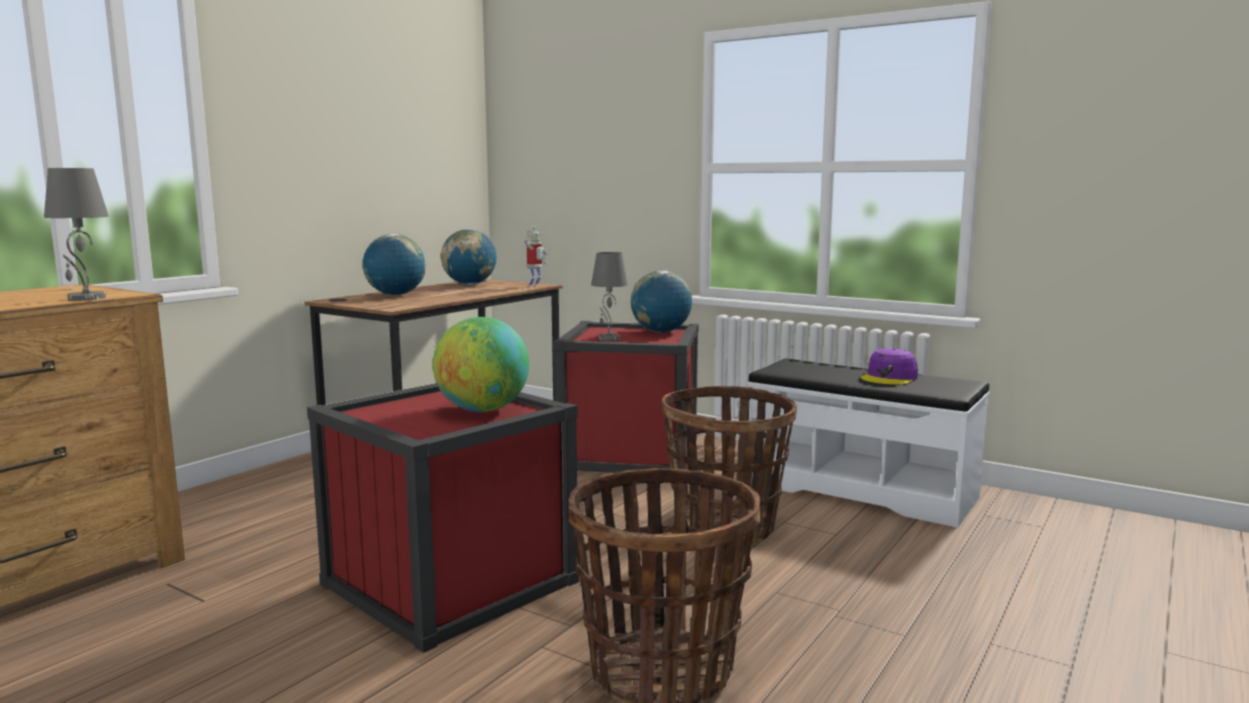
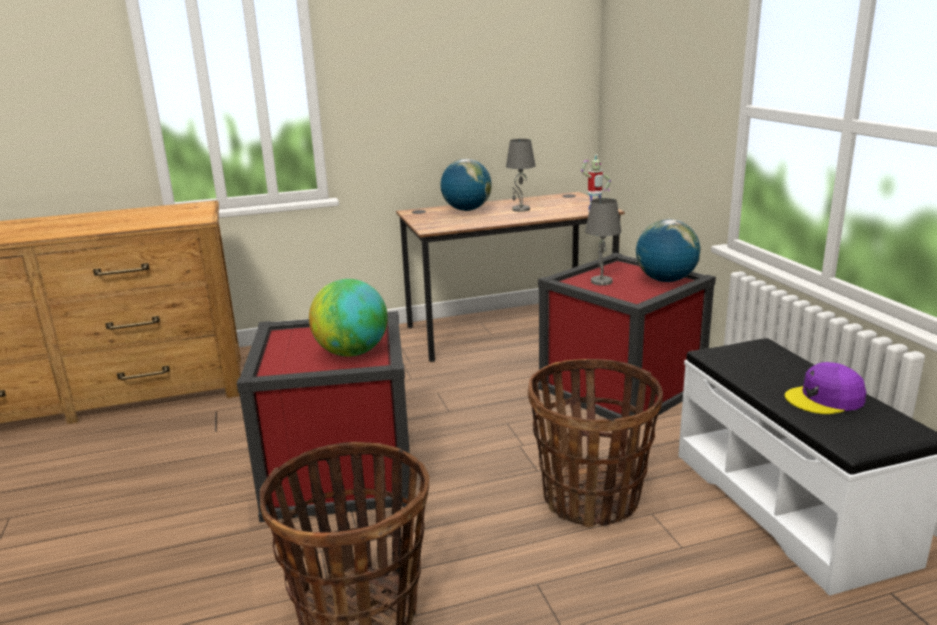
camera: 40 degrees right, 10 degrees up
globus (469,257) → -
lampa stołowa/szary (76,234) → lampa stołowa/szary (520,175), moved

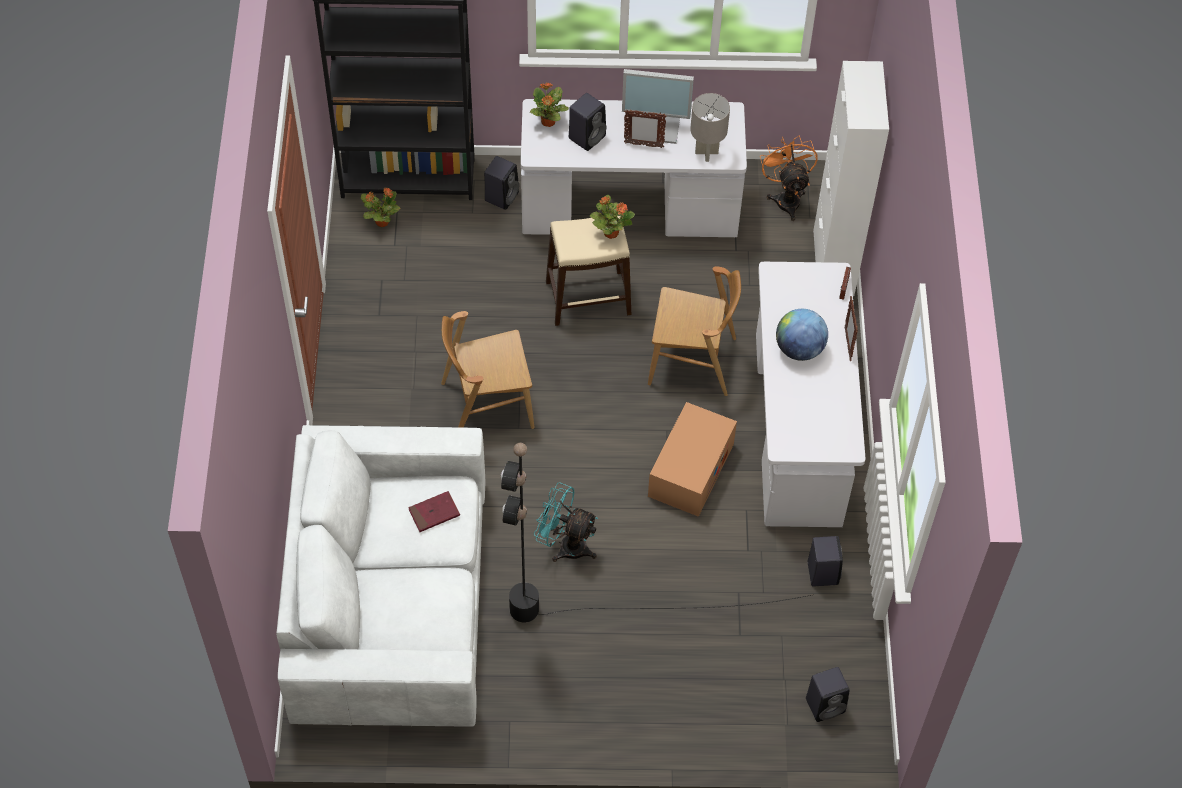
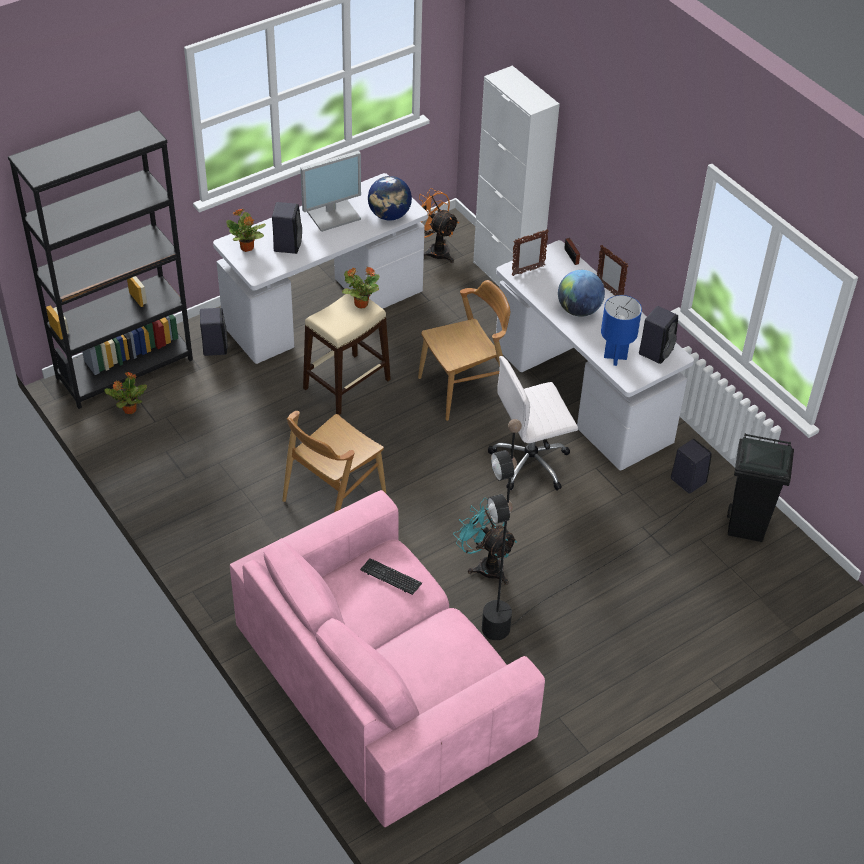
camera: 35 degrees left, 10 degrees down
- → lampa stołowa/niebieski (621,330)
- → kosz na śmieci/czarny (760,487)
ramka na zdjęcie (645,129) → ramka na zdjęcie (530,252), moved
głośnik/czarny (828,694) → głośnik/czarny (658,335), moved
książka/czerwony (434,511) → klawiatura (391,576)
karton (692,459) → krzesło biurowe/biały (533,423)
lampa stołowa/szary (710,127) → globus (390,198)
kanapa/biały (380,576) → kanapa/różowy (387,658)
wentylator/turkusowy (566,522) → wentylator/turkusowy (485,541), 60 degrees clockwise

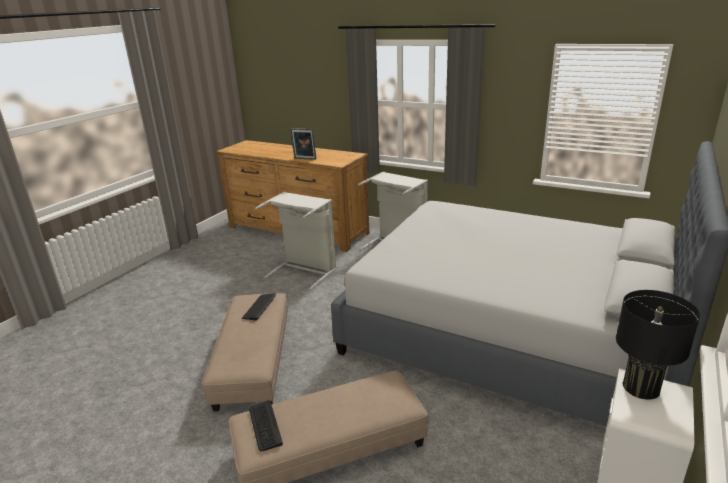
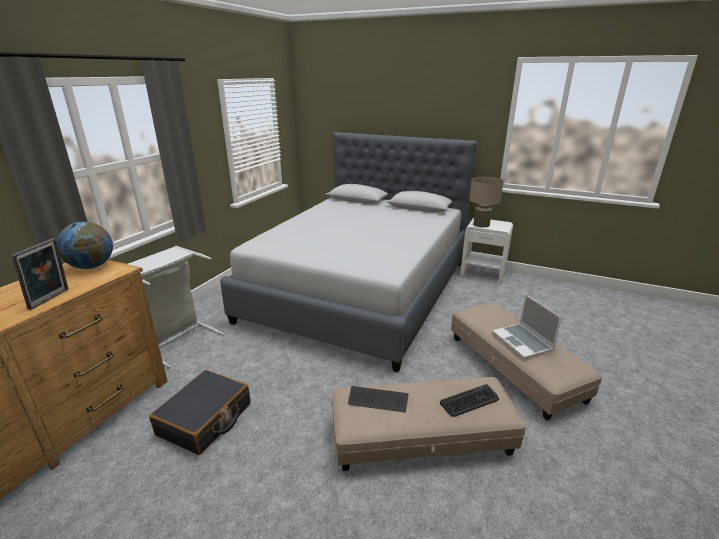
camera: 95 degrees left, 0 degrees up
- → globus (85,245)
- → laptop (527,326)
klawiatura (266,425) → klawiatura (469,400), moved
kosz na pranie/szary (295,241) → walizka/czarny (200,412)
lampa stołowa/czarny (658,345) → lampa stołowa/beżowy (486,202)

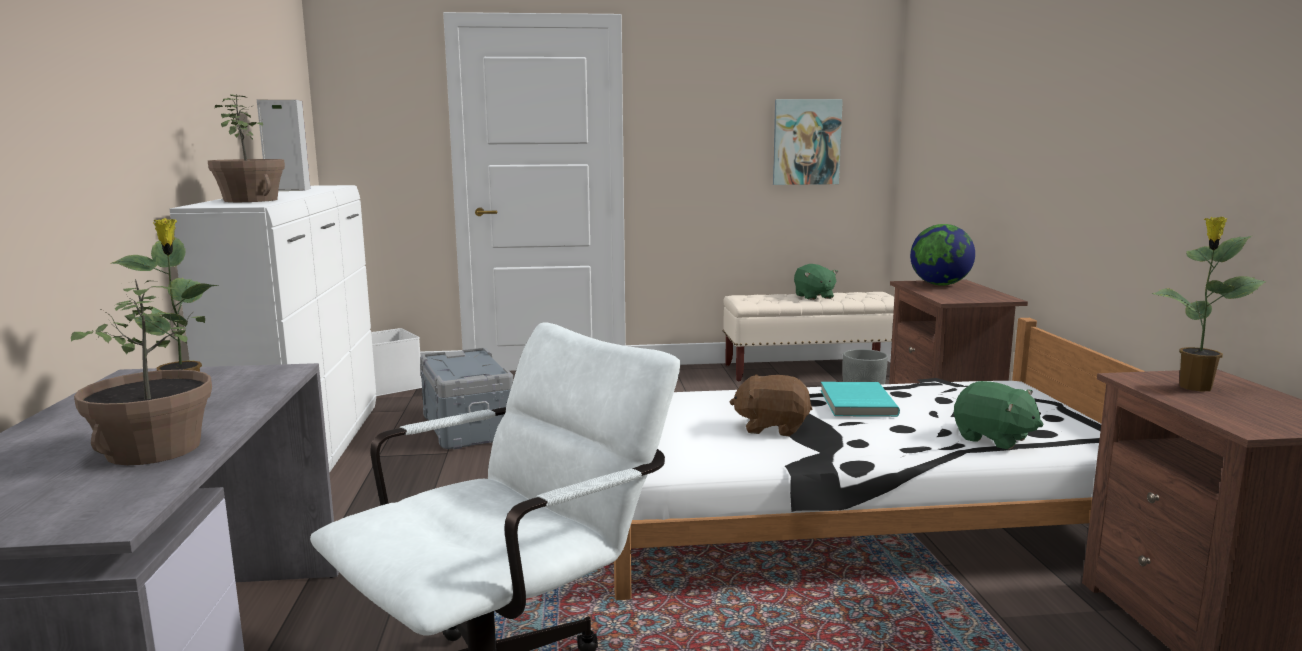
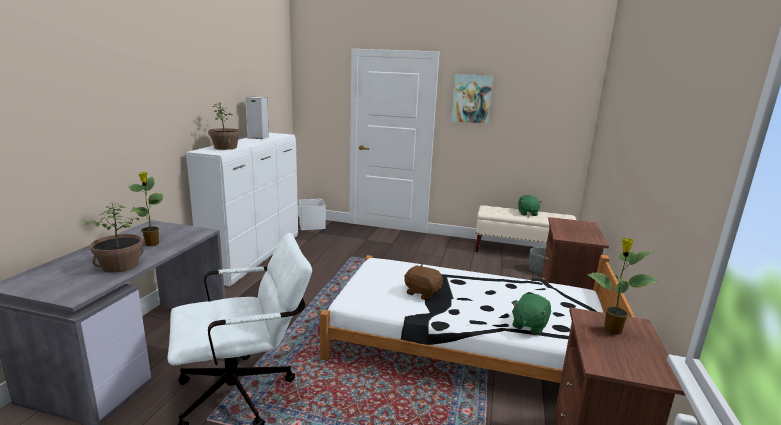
camera: 20 degrees right, 5 degrees up
pojemnik do przechowywania/szary (466,398) → -
książka/turkusowy (860,399) → -
globus (942,255) → -
obraz (808,142) → obraz (472,99), moved
pluszak/zielony (999,415) → pluszak/zielony (531,314), 60 degrees clockwise

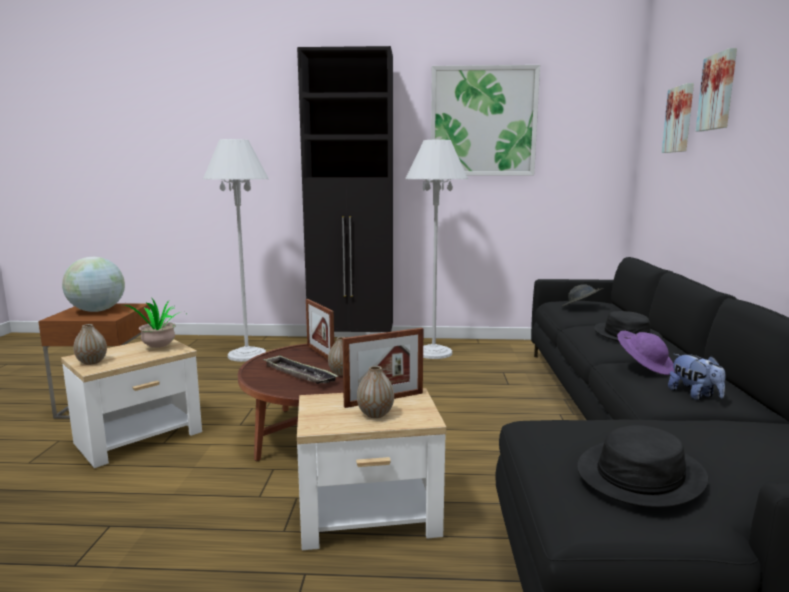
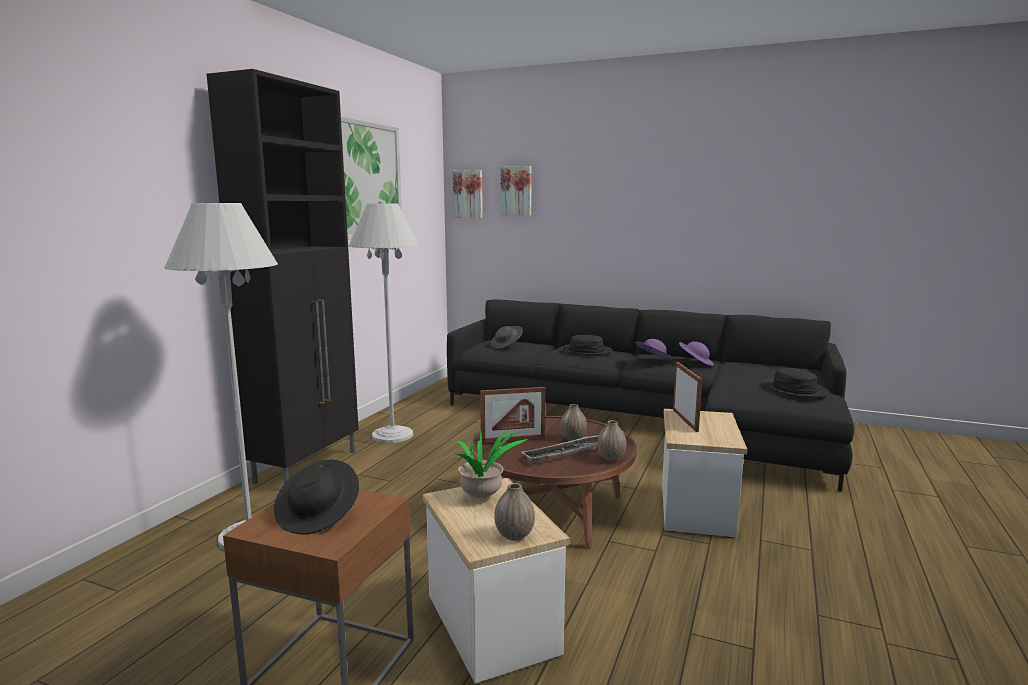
camera: 70 degrees left, 0 degrees up
wazon (375,392) → wazon (611,440), moved
obraz (716,89) → obraz (468,194), moved
globus (93,284) → kapelusz/czarny (316,497)
pluszak (696,377) → kapelusz/fioletowy (696,353)

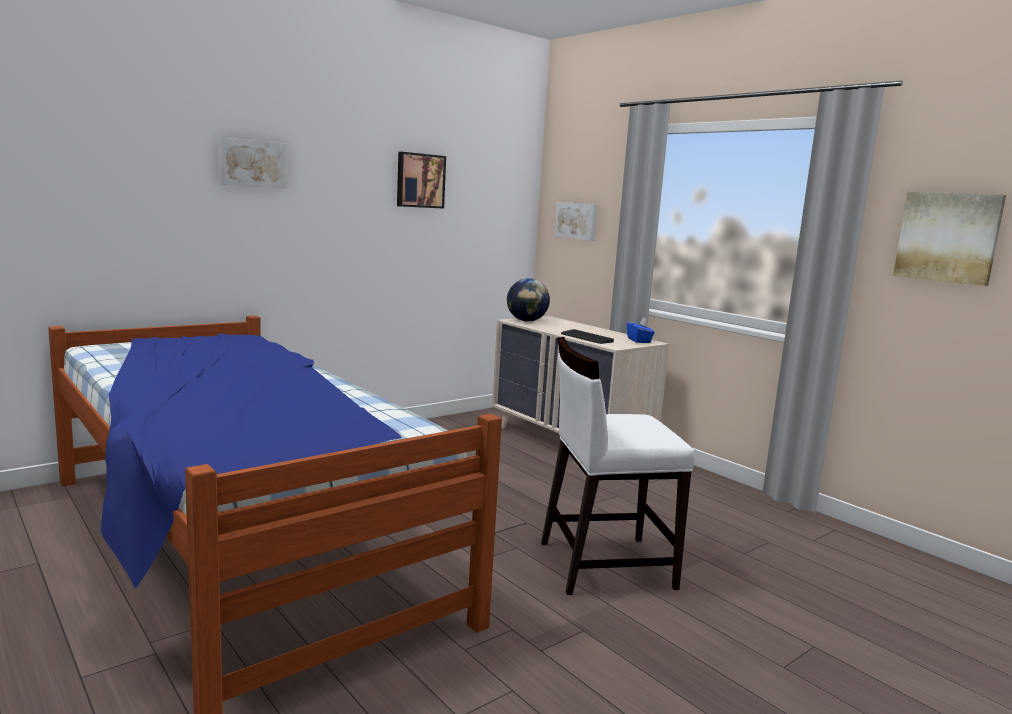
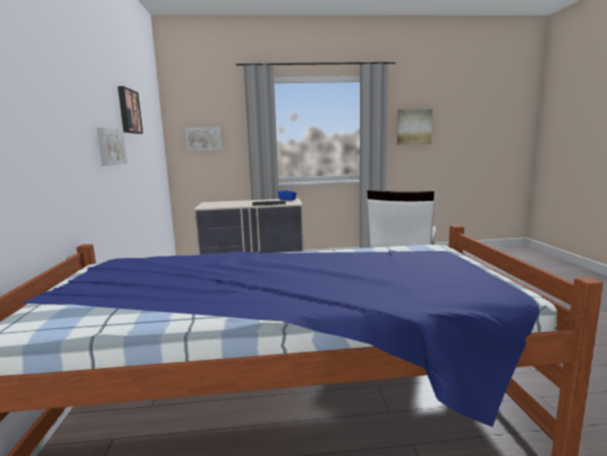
camera: 55 degrees left, 0 degrees up
globus (528,300) → -
obraz (252,163) → obraz (112,147), moved

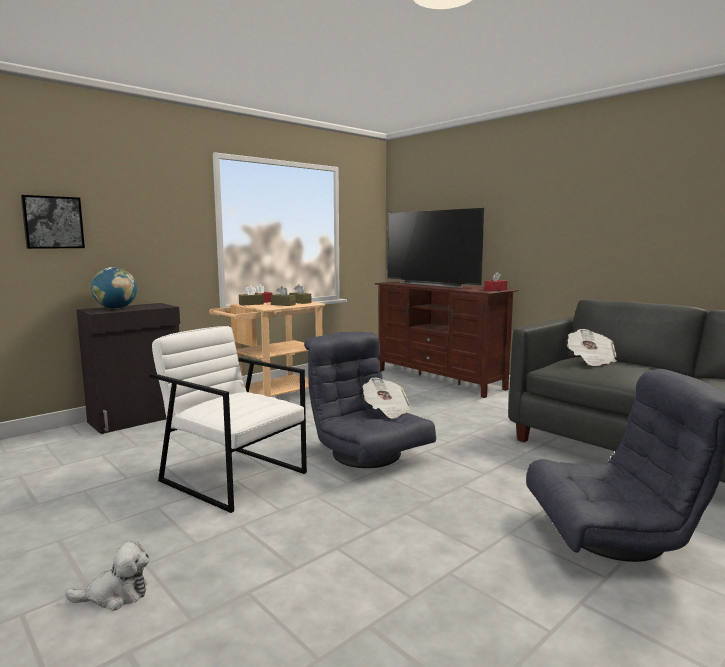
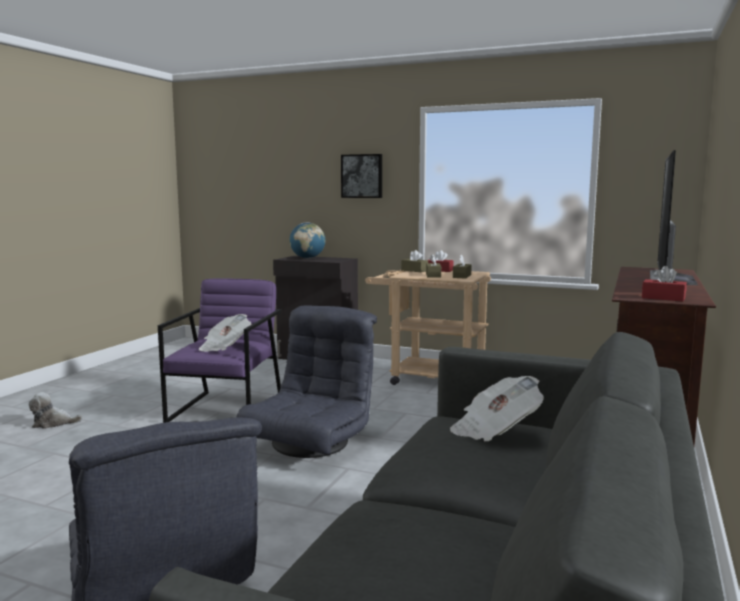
camera: 65 degrees right, 0 degrees up
obraz (53,222) → obraz (361,176), moved
gazeta (386,398) → gazeta (225,333), moved
fotel/biały (228,419) → fotel/fioletowy (219,350)
pluszak (107,576) → pluszak (55,410), 120 degrees clockwise

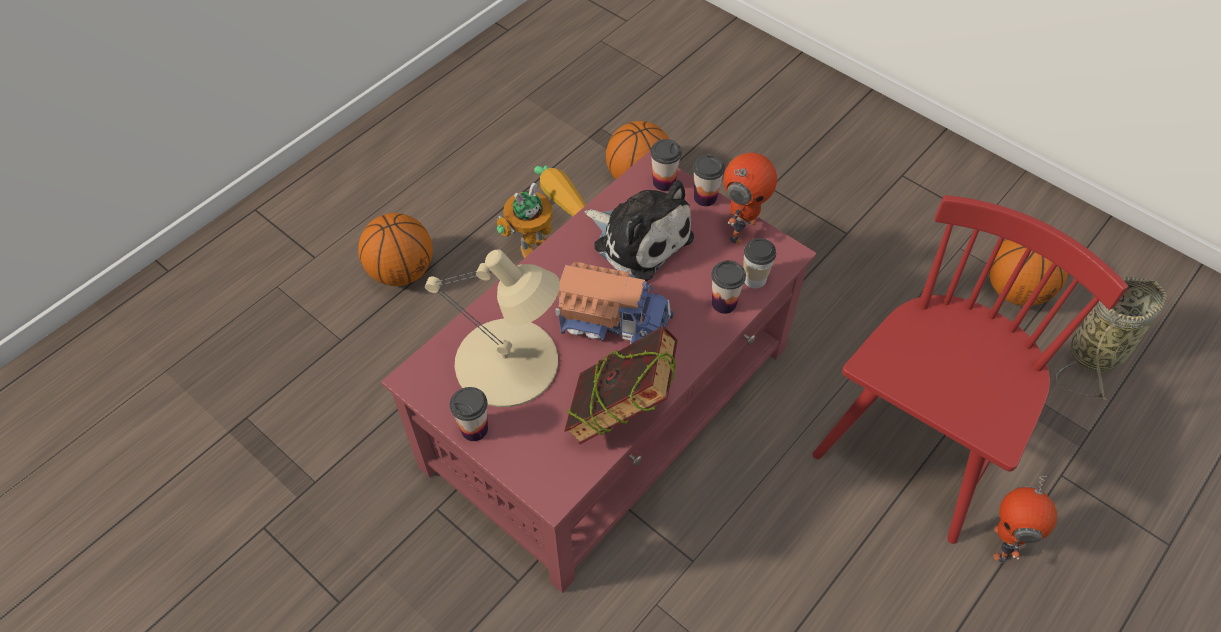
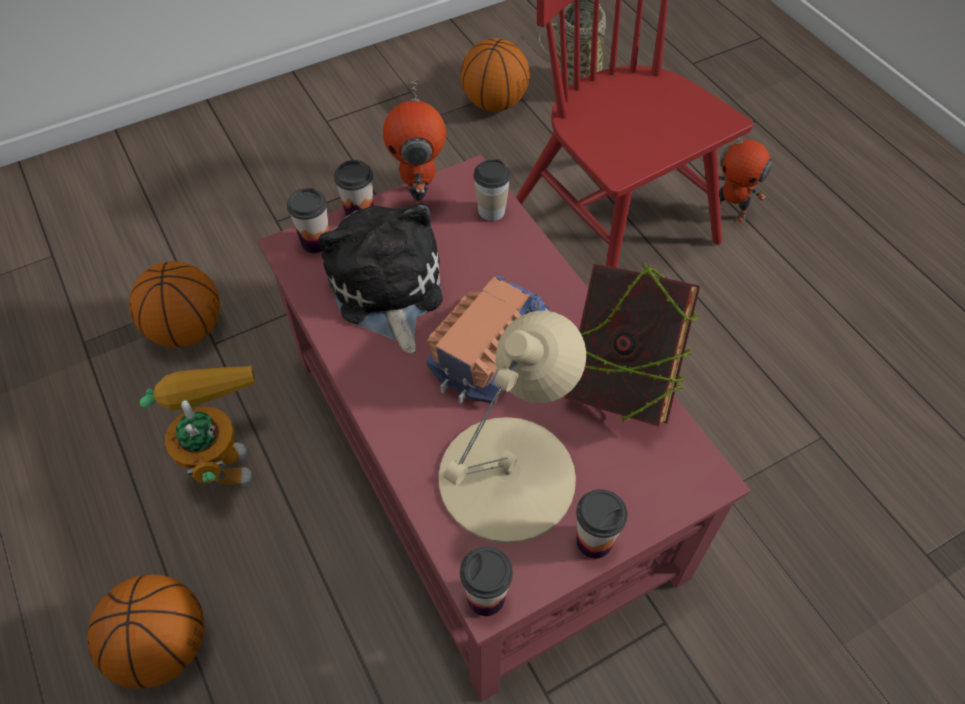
camera: 70 degrees left, 0 degrees up
filiżanka (728,287) → filiżanka (486,581), moved
pluszak (639,230) → pluszak (380,278), 75 degrees counterclockwise
robot zabawkowy (750,199) → robot zabawkowy (414,141), 150 degrees counterclockwise

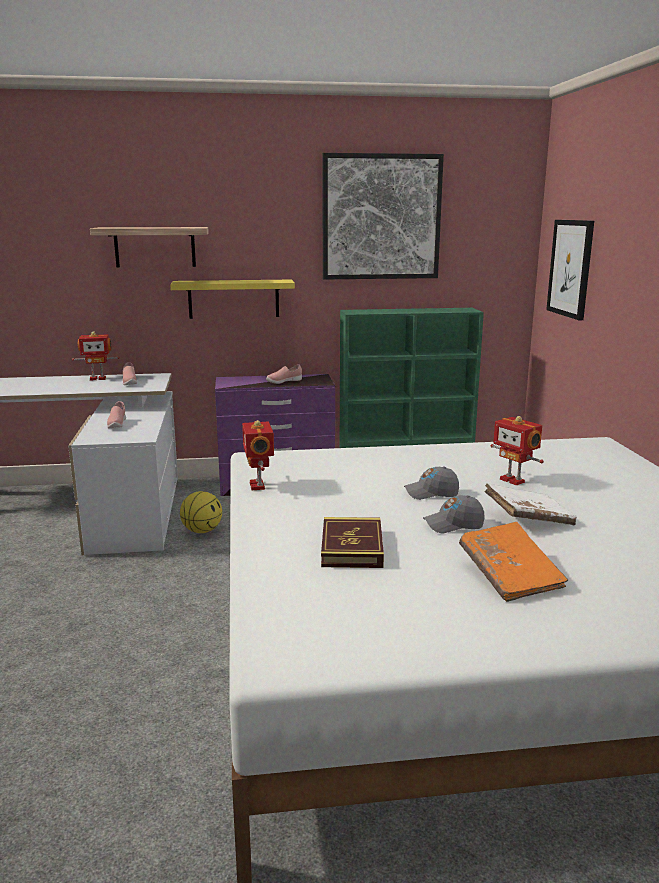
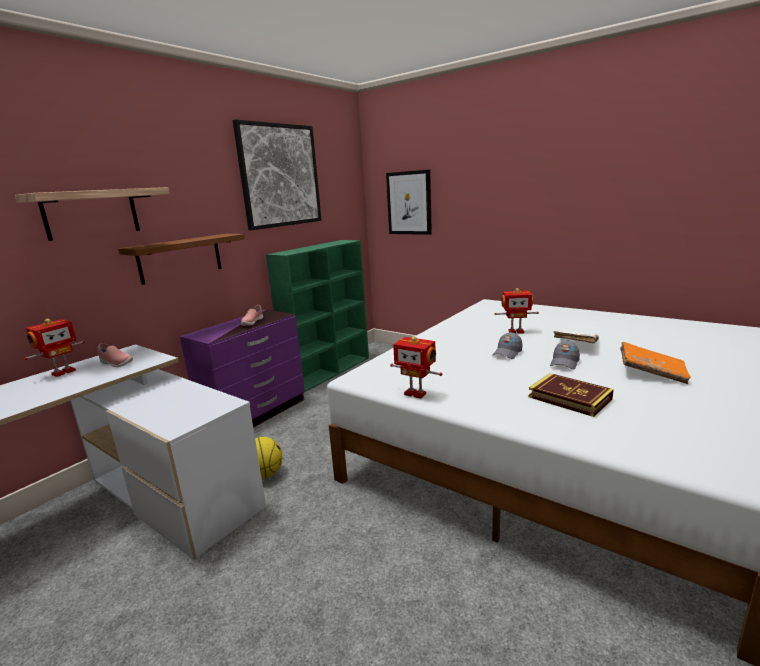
camera: 45 degrees left, 0 degrees up
but/różowy (116,414) → -
półka/żółty (232,299) → półka/brązowy (181,259)

